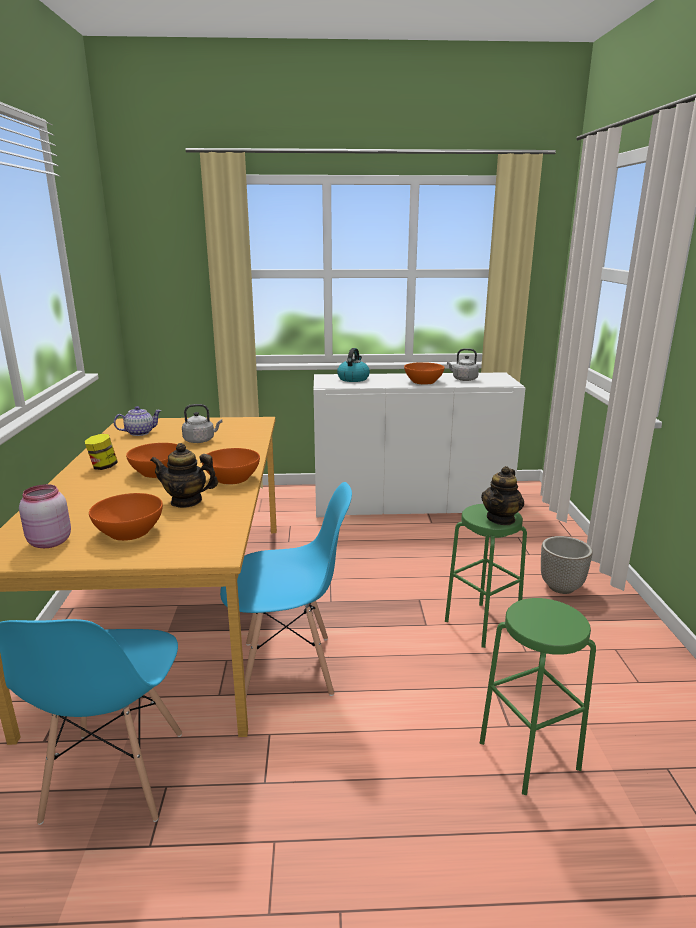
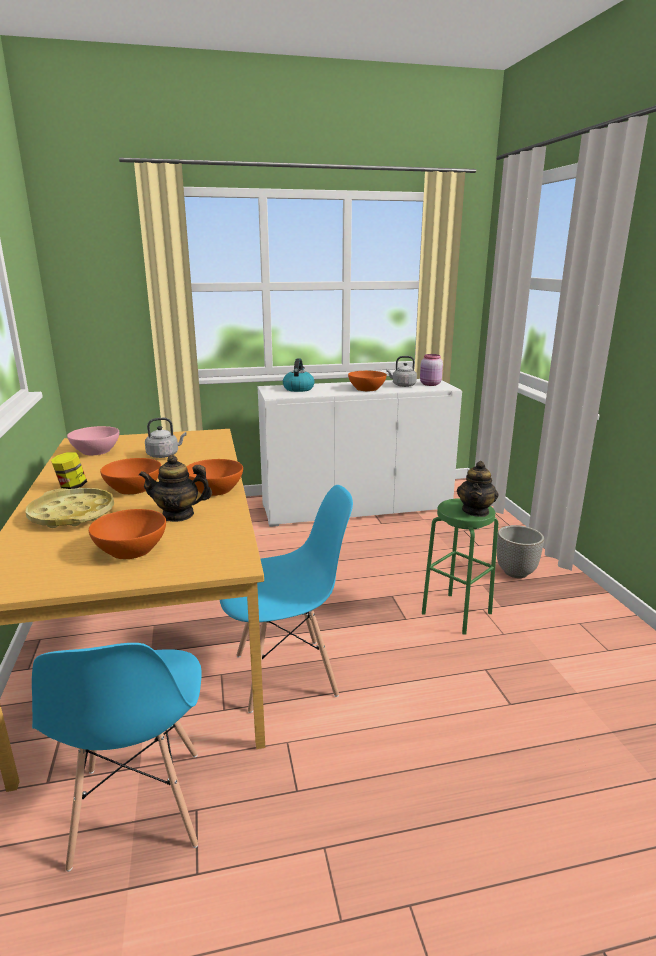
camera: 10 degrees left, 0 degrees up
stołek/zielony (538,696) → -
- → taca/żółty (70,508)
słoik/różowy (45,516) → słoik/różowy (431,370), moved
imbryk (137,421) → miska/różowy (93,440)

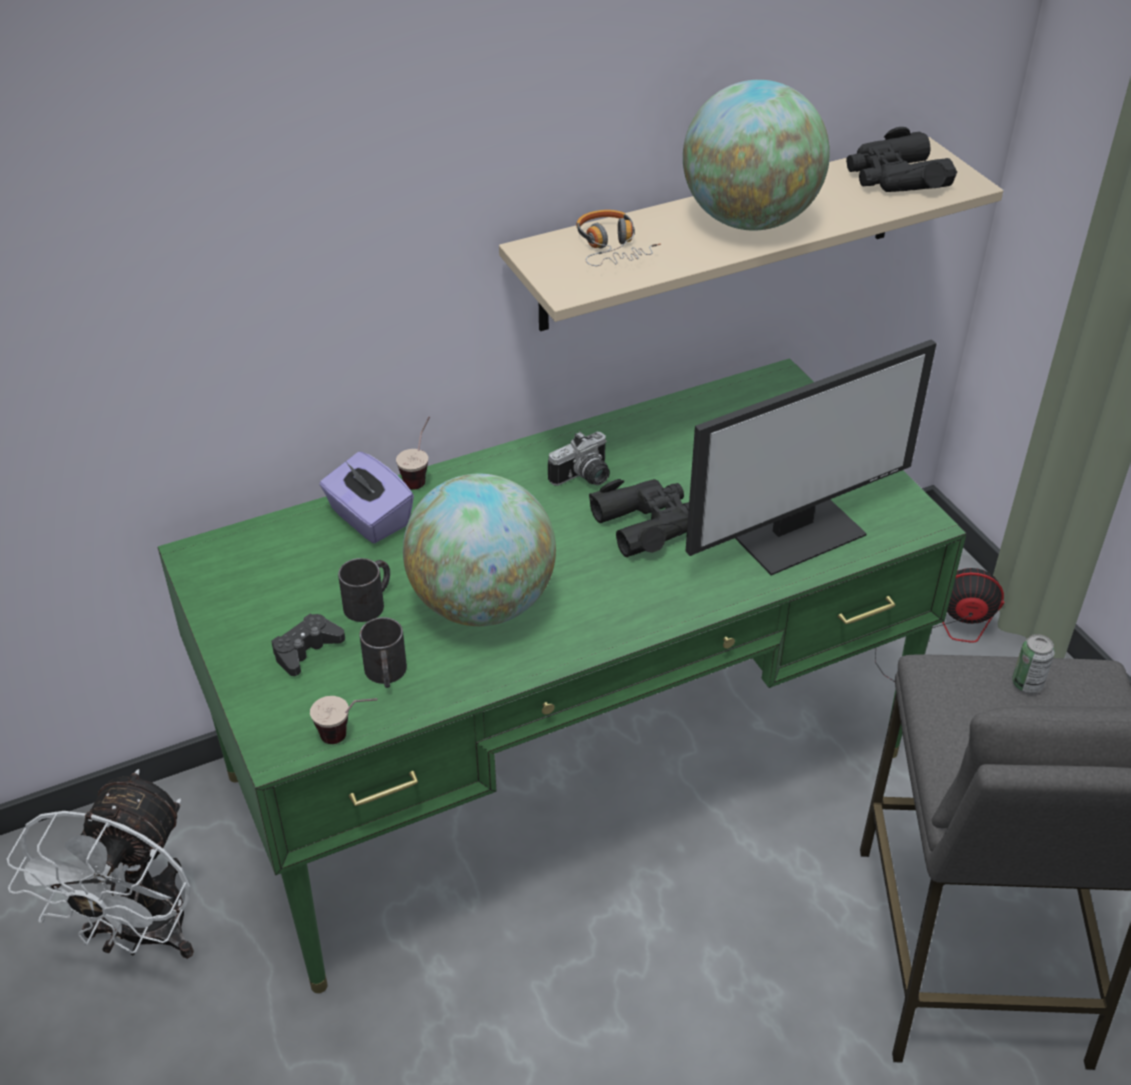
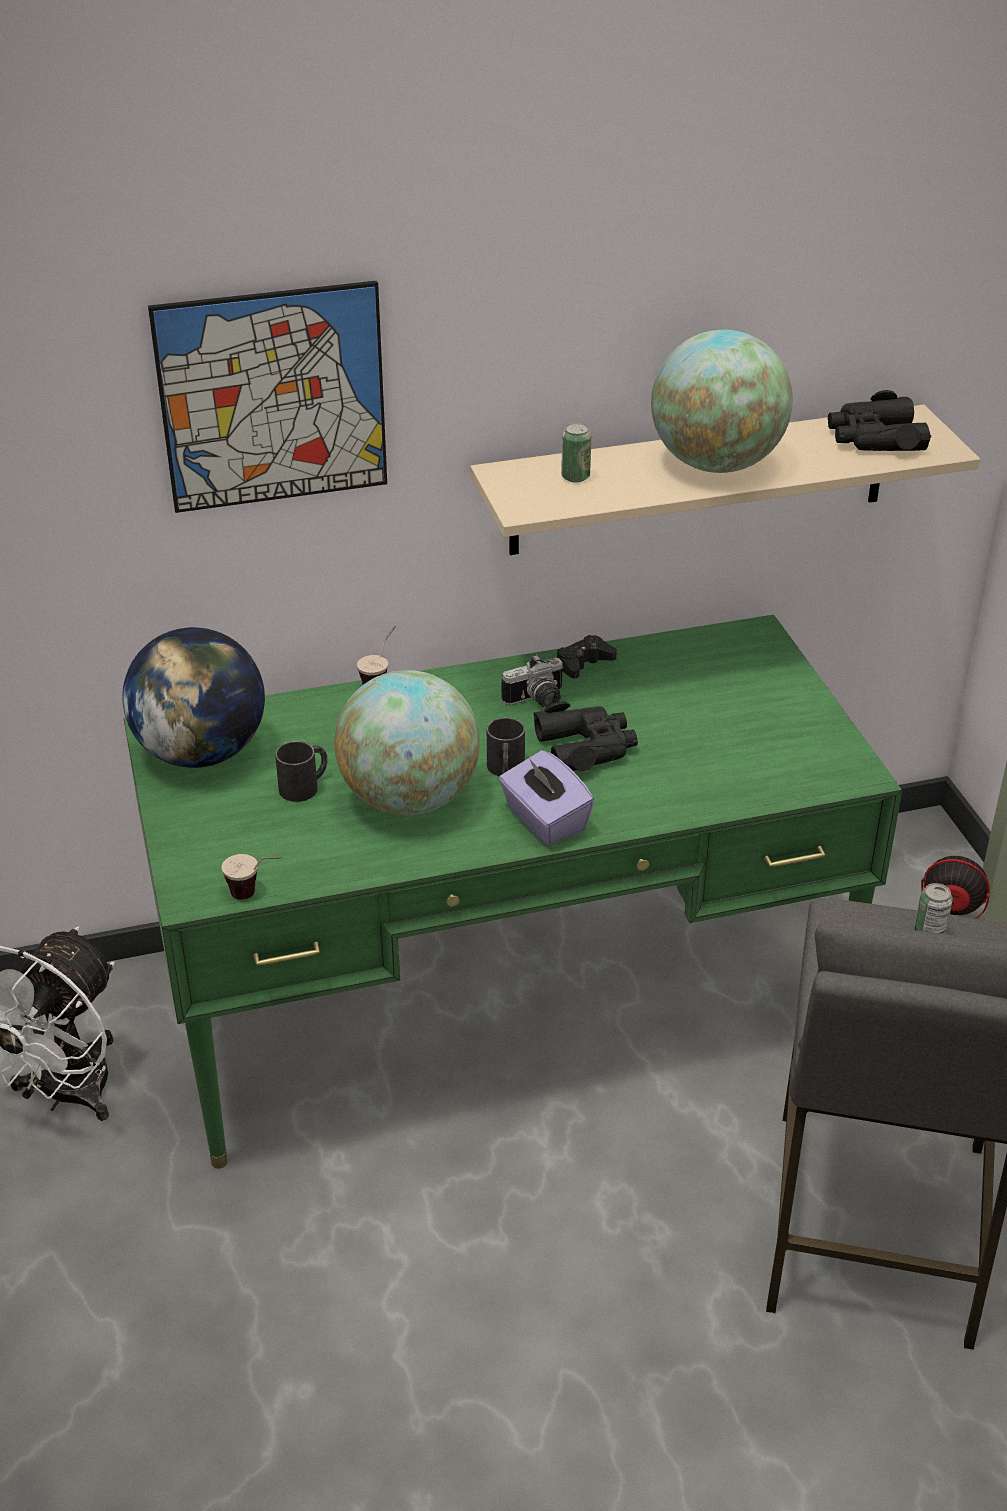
camera: 10 degrees right, 5 degrees down
monitor (811,457) → -
- → globus (193,697)
- → obraz (267,397)
pad do gier/czarny (308,645) → pad do gier/czarny (587,656), moved
pudełko chusteczek/fioletowy (367,497) → pudełko chusteczek/fioletowy (546,797), moved
kubek/czarny (383,652) → kubek/czarny (506,747), moved
słuchawki (618,238) → puszka (576,453)

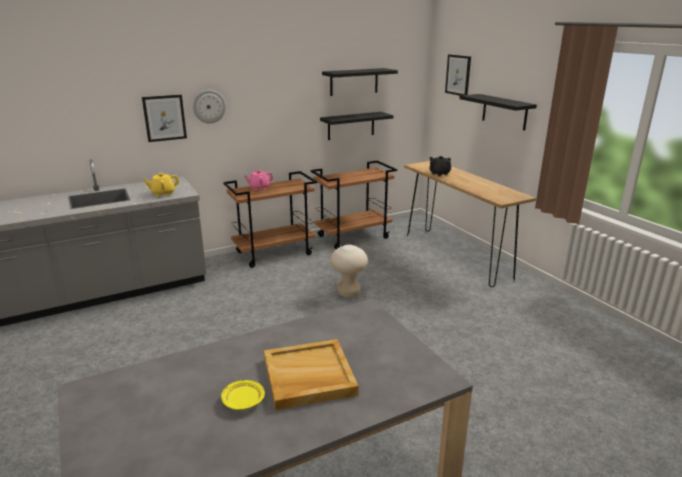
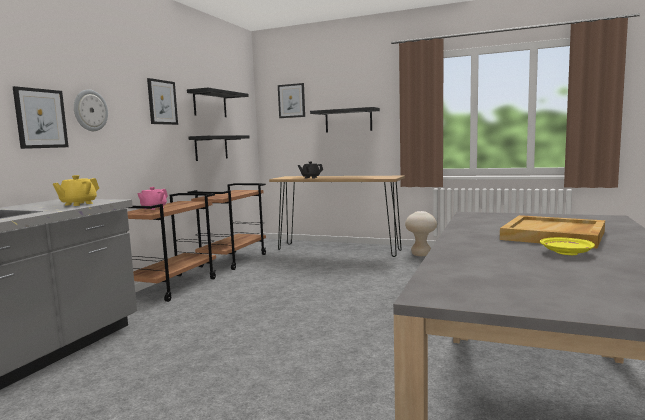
camera: 40 degrees left, 15 degrees down
- → obraz (162,101)
stołek/beżowy (349,271) → stołek/beżowy (421,233), moved

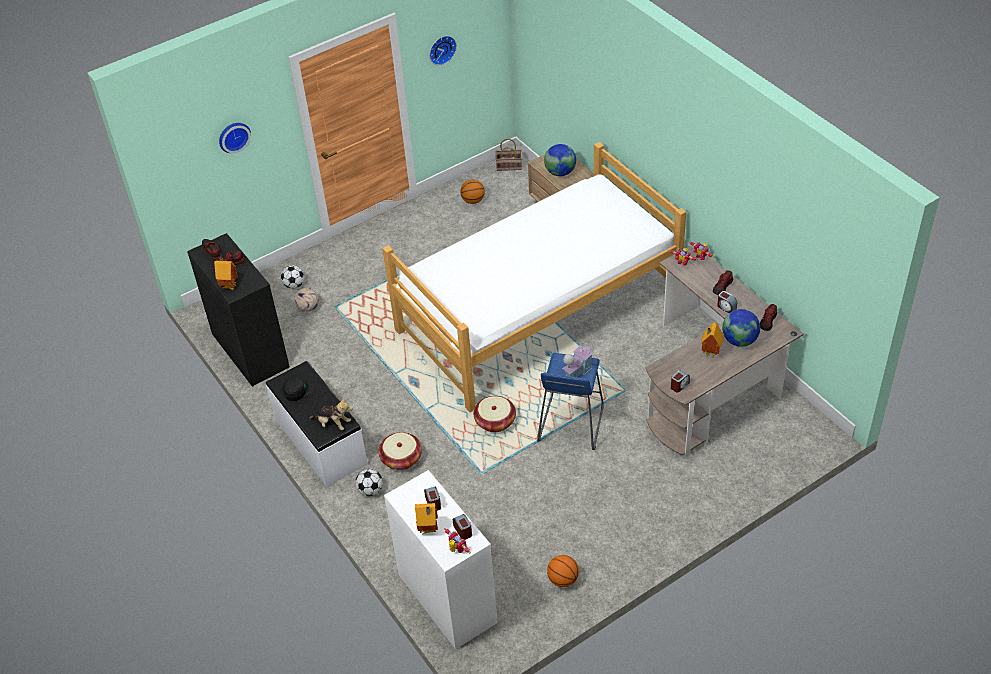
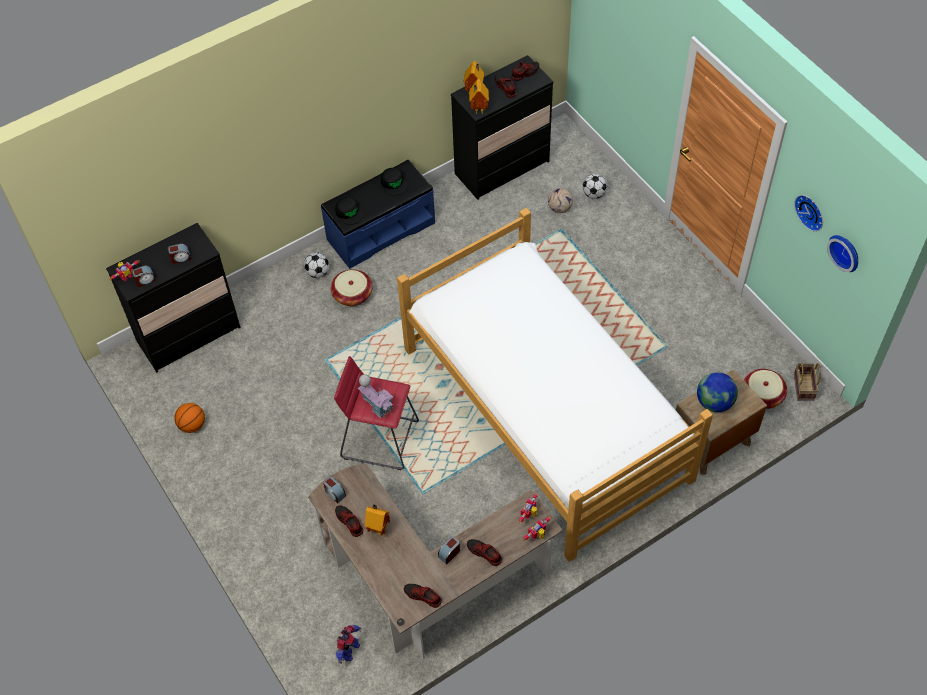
camera: 90 degrees right, 10 degrees up
piłka do koszykówki (473,192) → -
globus (741,328) → -
- → but (349,521)
- → robot zabawkowy (348,644)
zegar ścienny (235,138) → zegar ścienny (842,253), moved
domek (426,518) → domek (479,96), moved
koszyk (495,414) → koszyk (765,389), moved
pluszak (331,414) → czapka z daszkiem/czarny (349,211)
ławka/biały (317,424) → ławka/niebieski (378,214)
komoda/biały (441,559) → komoda/czarny (173,297)
stołek/niebieski (570,401) → stołek/czerwony (376,413)

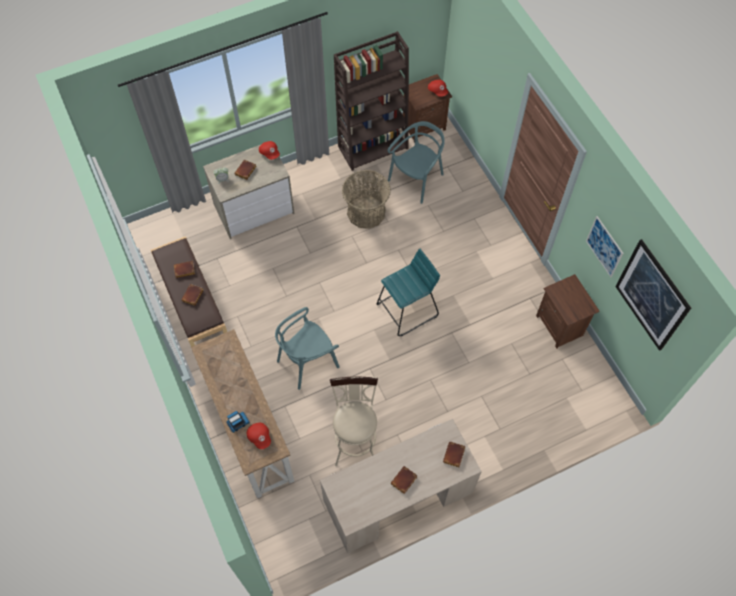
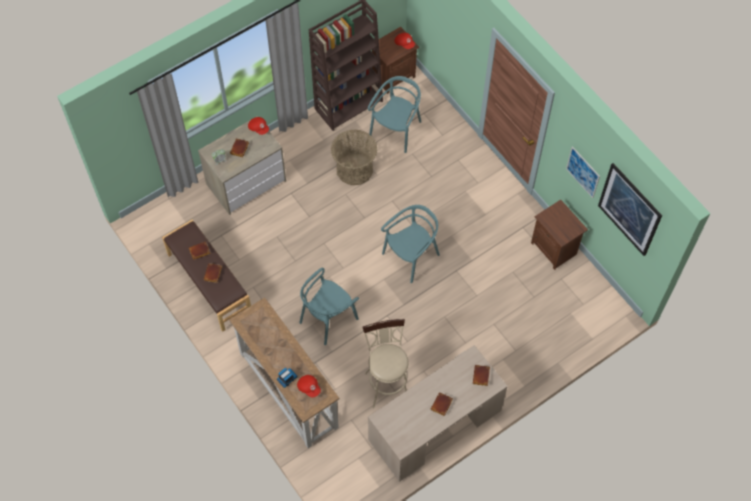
camera: 10 degrees left, 0 degrees up
stołek/turkusowy (408,292) → krzesło/turkusowy (410,244)

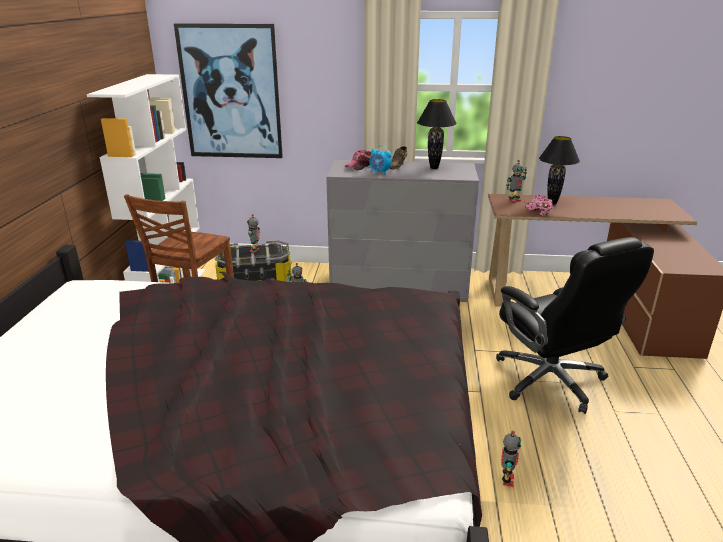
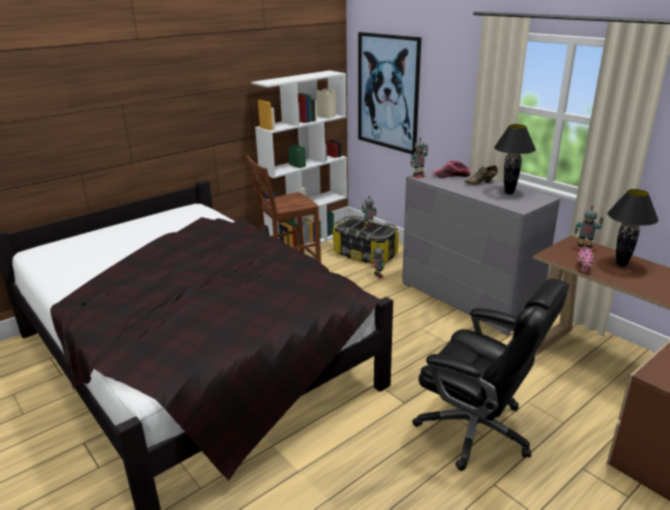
camera: 45 degrees right, 0 degrees up
budzik (381,160) → -
robot zabawkowy (511,459) → robot zabawkowy (419,158), moved
krzesło biurowe/czarny (575,325) → krzesło biurowe/czarny (490,374), 75 degrees counterclockwise

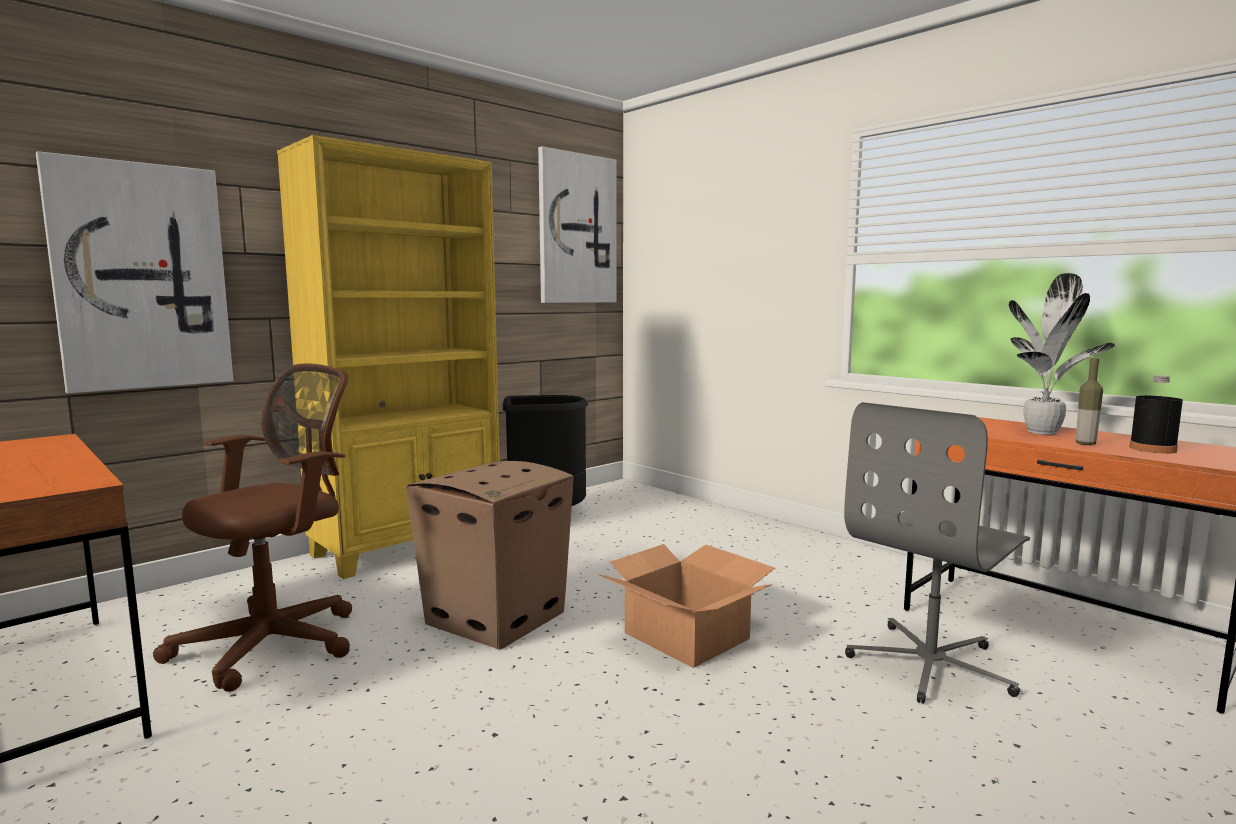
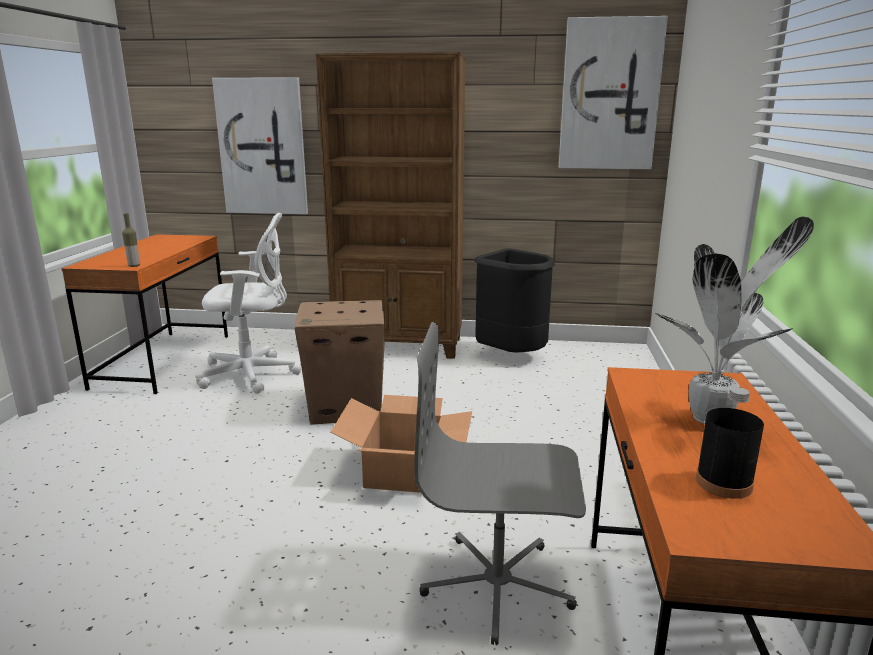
camera: 50 degrees right, 10 degrees up
butelka (1089,401) → butelka (131,240), moved
krzesło biurowe/brązowy (252,527) → krzesło biurowe/biały (248,303)
regał/żółty (388,357) → regał/brązowy (391,205)

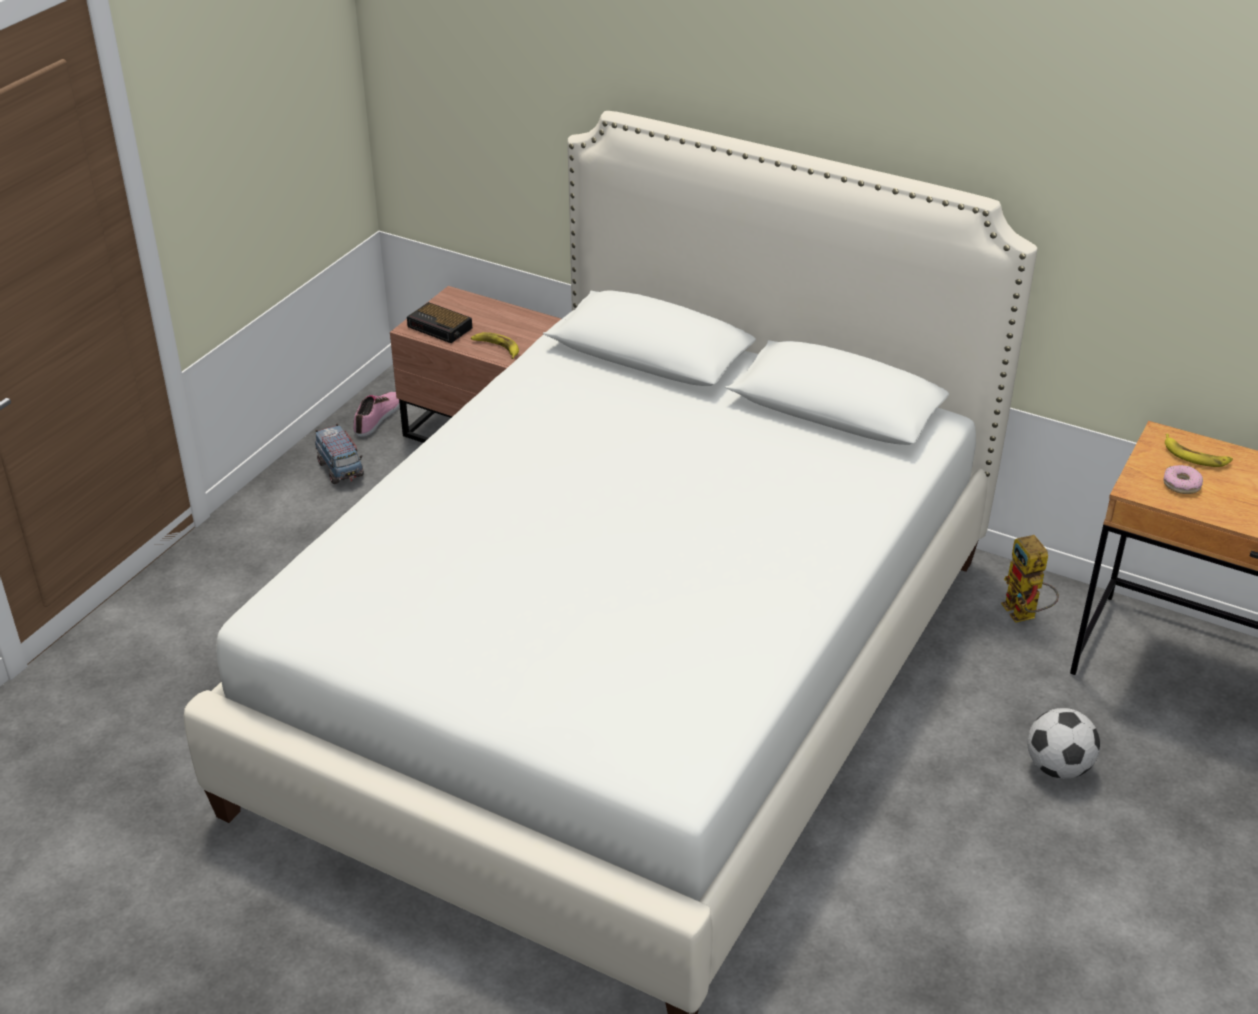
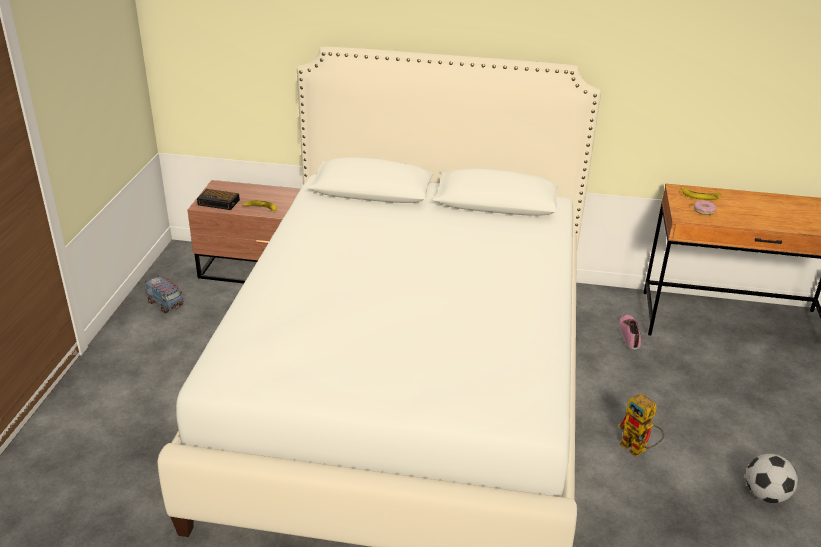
camera: 20 degrees left, 5 degrees down
but (376,414) → but (630,332), moved
robot zabawkowy (1030,579) → robot zabawkowy (641,425), moved
piłka futbolowa (1063,743) → piłka futbolowa (772,478), moved

